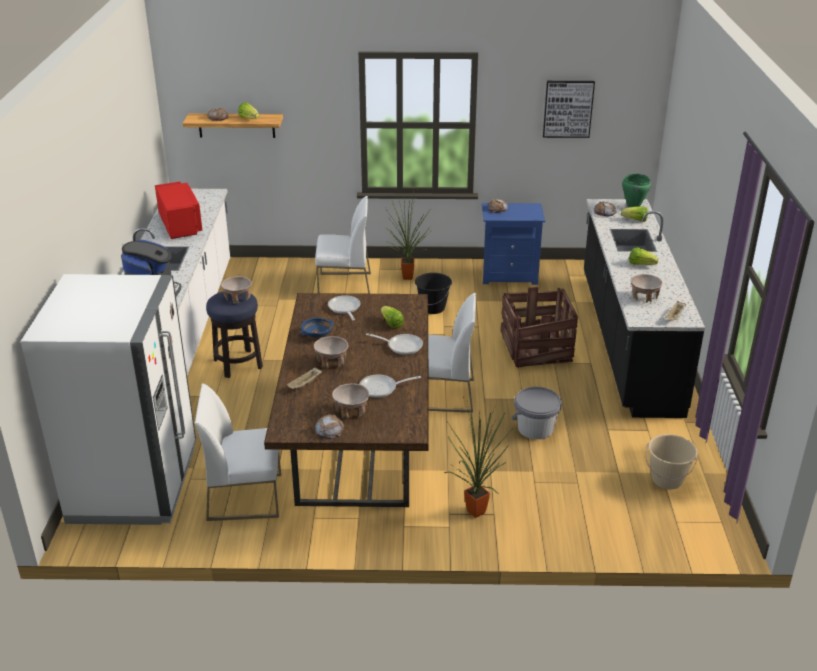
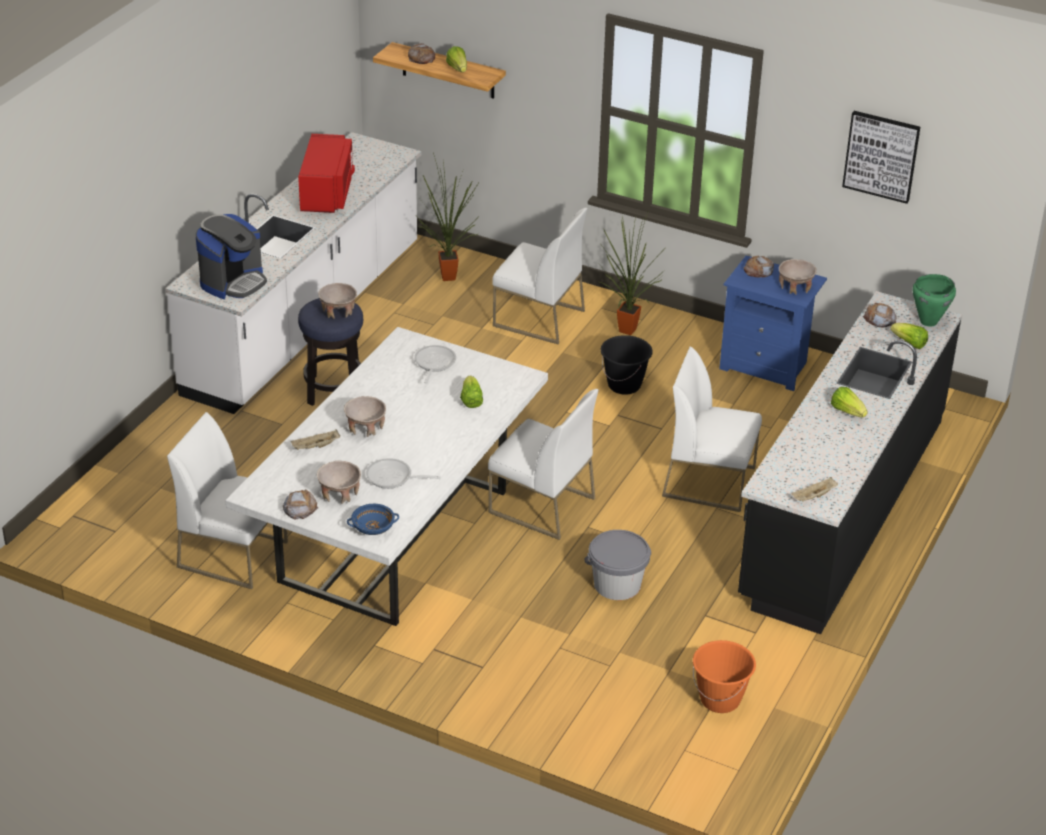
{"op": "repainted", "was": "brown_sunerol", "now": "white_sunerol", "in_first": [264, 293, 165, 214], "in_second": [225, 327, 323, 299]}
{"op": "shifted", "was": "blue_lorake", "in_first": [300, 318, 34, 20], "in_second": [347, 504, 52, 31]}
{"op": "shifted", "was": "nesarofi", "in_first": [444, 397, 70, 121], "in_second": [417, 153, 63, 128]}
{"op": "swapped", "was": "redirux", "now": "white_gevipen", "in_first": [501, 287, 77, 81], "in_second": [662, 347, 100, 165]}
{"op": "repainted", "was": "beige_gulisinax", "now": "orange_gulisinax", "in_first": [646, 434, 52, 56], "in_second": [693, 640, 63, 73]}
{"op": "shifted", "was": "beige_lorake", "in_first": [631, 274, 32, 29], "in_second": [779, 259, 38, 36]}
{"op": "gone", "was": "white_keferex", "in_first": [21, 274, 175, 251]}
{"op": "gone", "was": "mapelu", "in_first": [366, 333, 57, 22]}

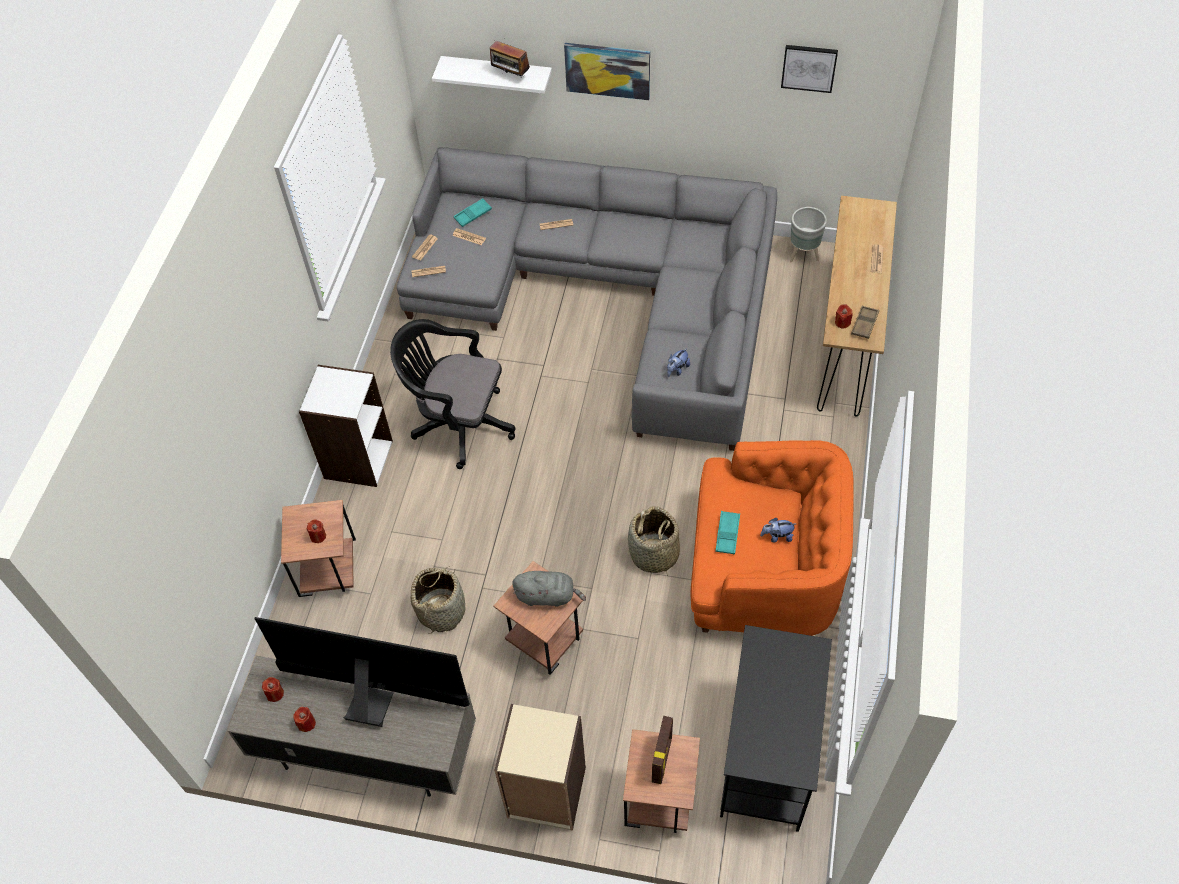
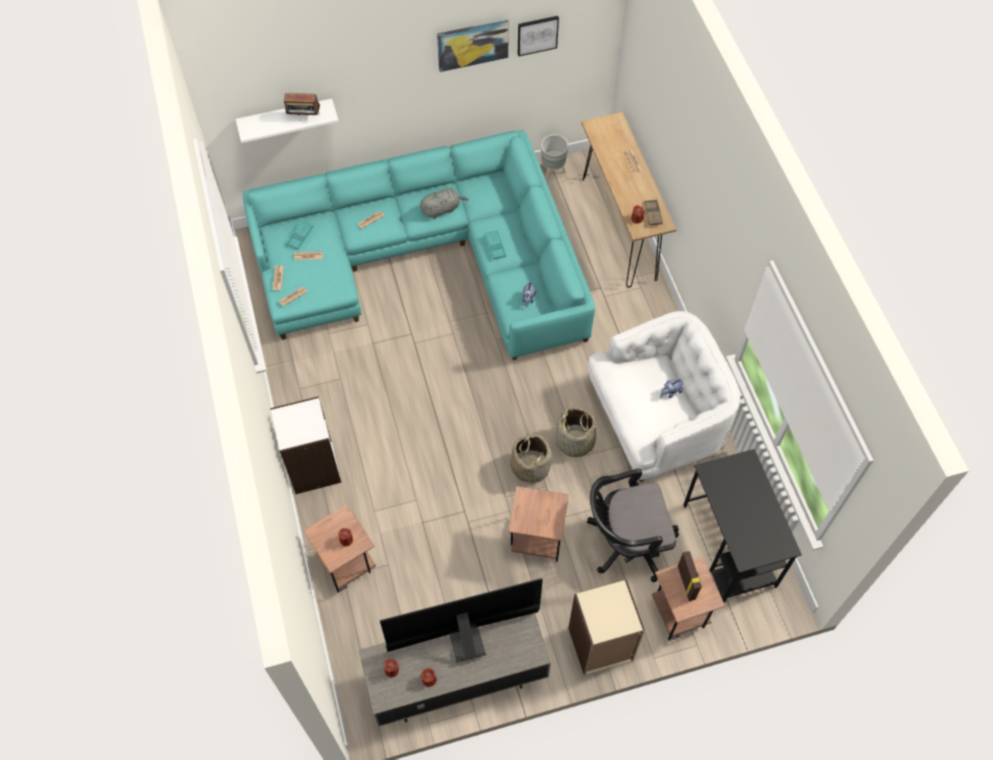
{"op": "repainted", "was": "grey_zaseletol", "now": "turquoise_zaseletol", "in_first": [397, 148, 380, 303], "in_second": [242, 130, 353, 230]}
{"op": "shifted", "was": "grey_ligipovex", "in_first": [512, 571, 74, 36], "in_second": [420, 188, 49, 31]}
{"op": "shifted", "was": "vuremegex", "in_first": [564, 43, 86, 57], "in_second": [437, 19, 72, 53]}
{"op": "shifted", "was": "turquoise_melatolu", "in_first": [715, 511, 25, 43], "in_second": [484, 230, 22, 30]}
{"op": "shifted", "was": "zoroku", "in_first": [411, 566, 54, 68], "in_second": [510, 431, 42, 54]}
{"op": "shifted", "was": "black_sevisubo", "in_first": [390, 319, 125, 150], "in_second": [587, 469, 92, 113]}
{"op": "repainted", "was": "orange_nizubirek", "now": "white_nizubirek", "in_first": [691, 440, 163, 196], "in_second": [588, 311, 153, 171]}

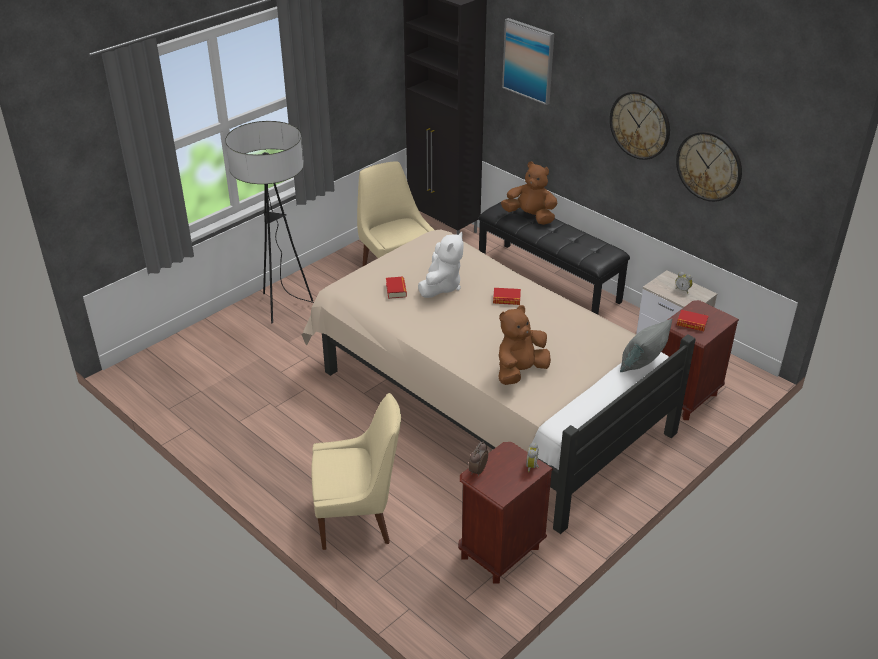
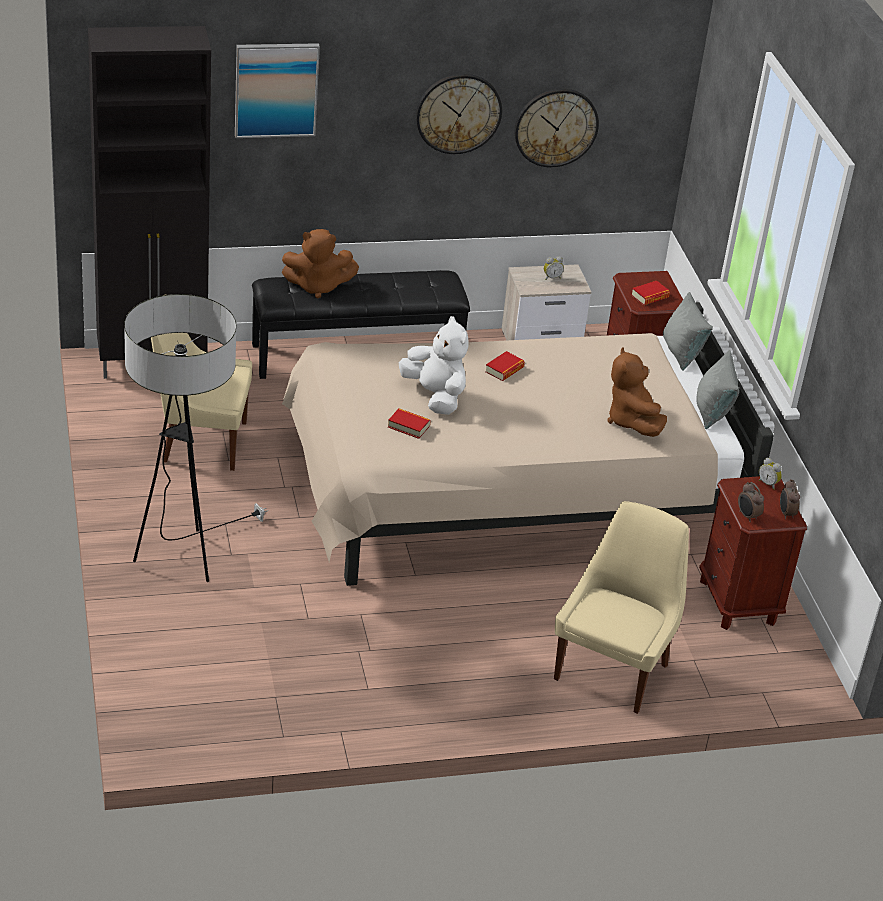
{"op": "rotated", "was": "brown_ligipovex", "in_first": [501, 162, 57, 63], "in_second": [282, 229, 77, 70], "clockwise": -150}
{"op": "new", "now": "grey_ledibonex", "in_second": [696, 350, 43, 79]}
{"op": "new", "now": "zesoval", "in_second": [780, 479, 20, 40]}

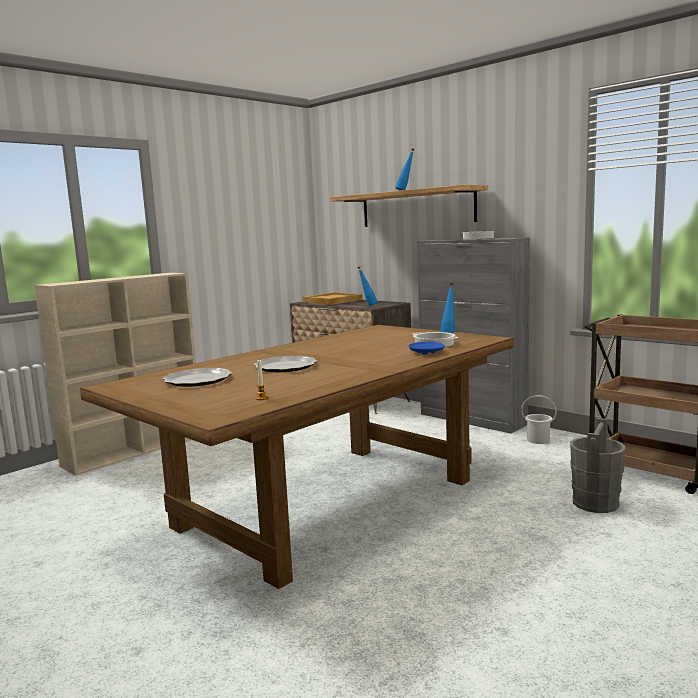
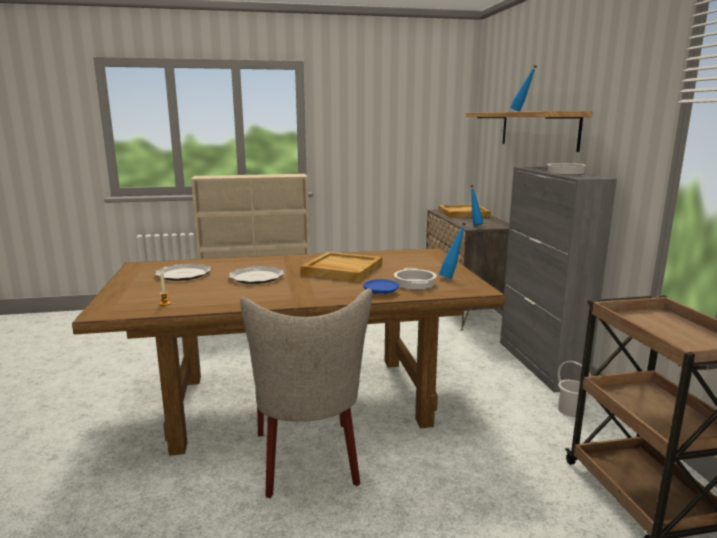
{"op": "new", "now": "beige_gevipen", "in_second": [240, 289, 132, 209]}
{"op": "new", "now": "beige_melatolu", "in_second": [300, 252, 82, 30]}
{"op": "gone", "was": "grey_gulisinax", "in_first": [570, 418, 56, 95]}

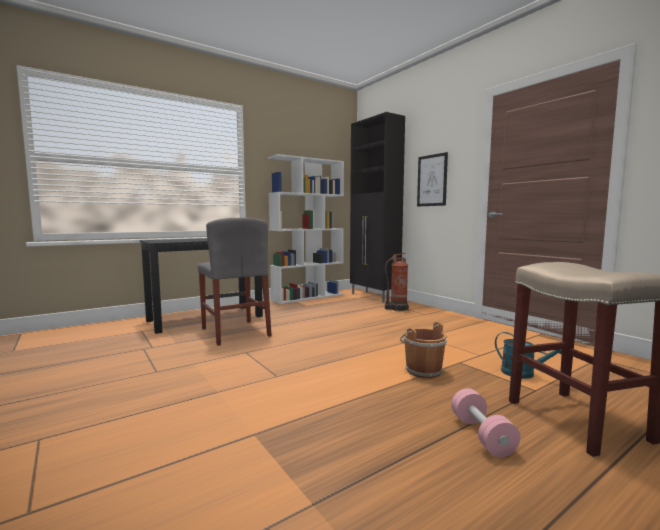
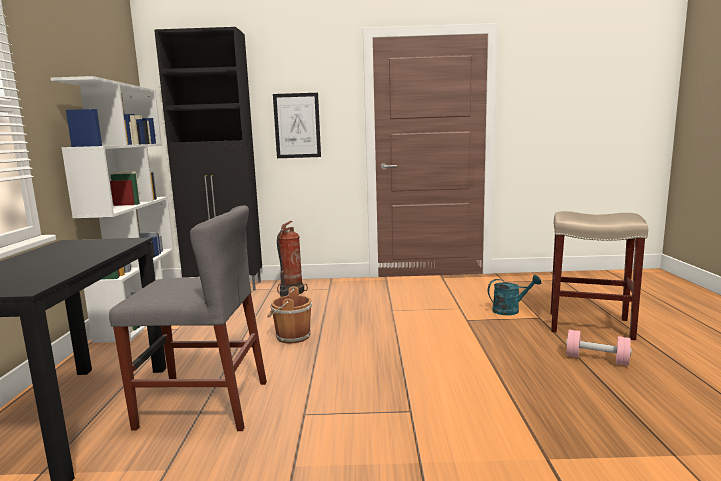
{"op": "shifted", "was": "brown_gulisinax", "in_first": [400, 322, 47, 56], "in_second": [267, 287, 45, 57]}

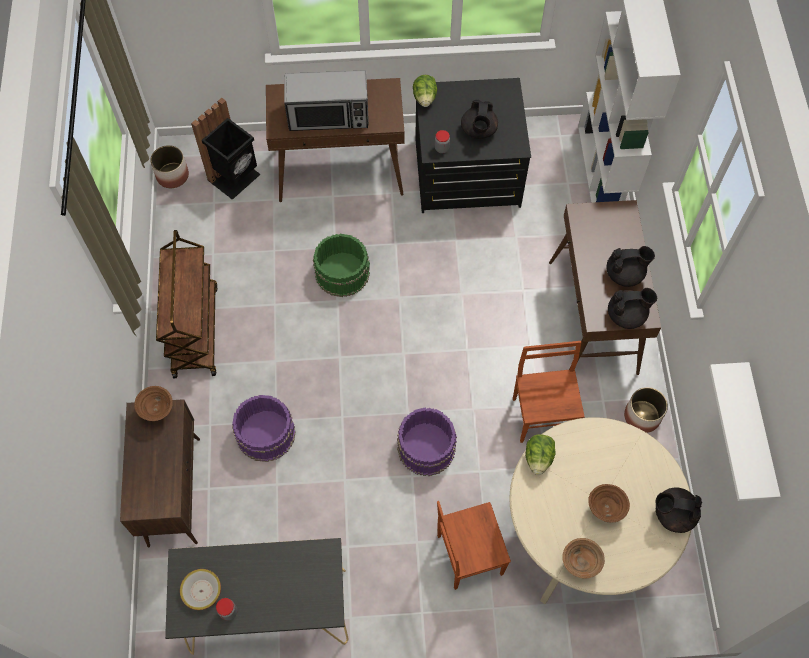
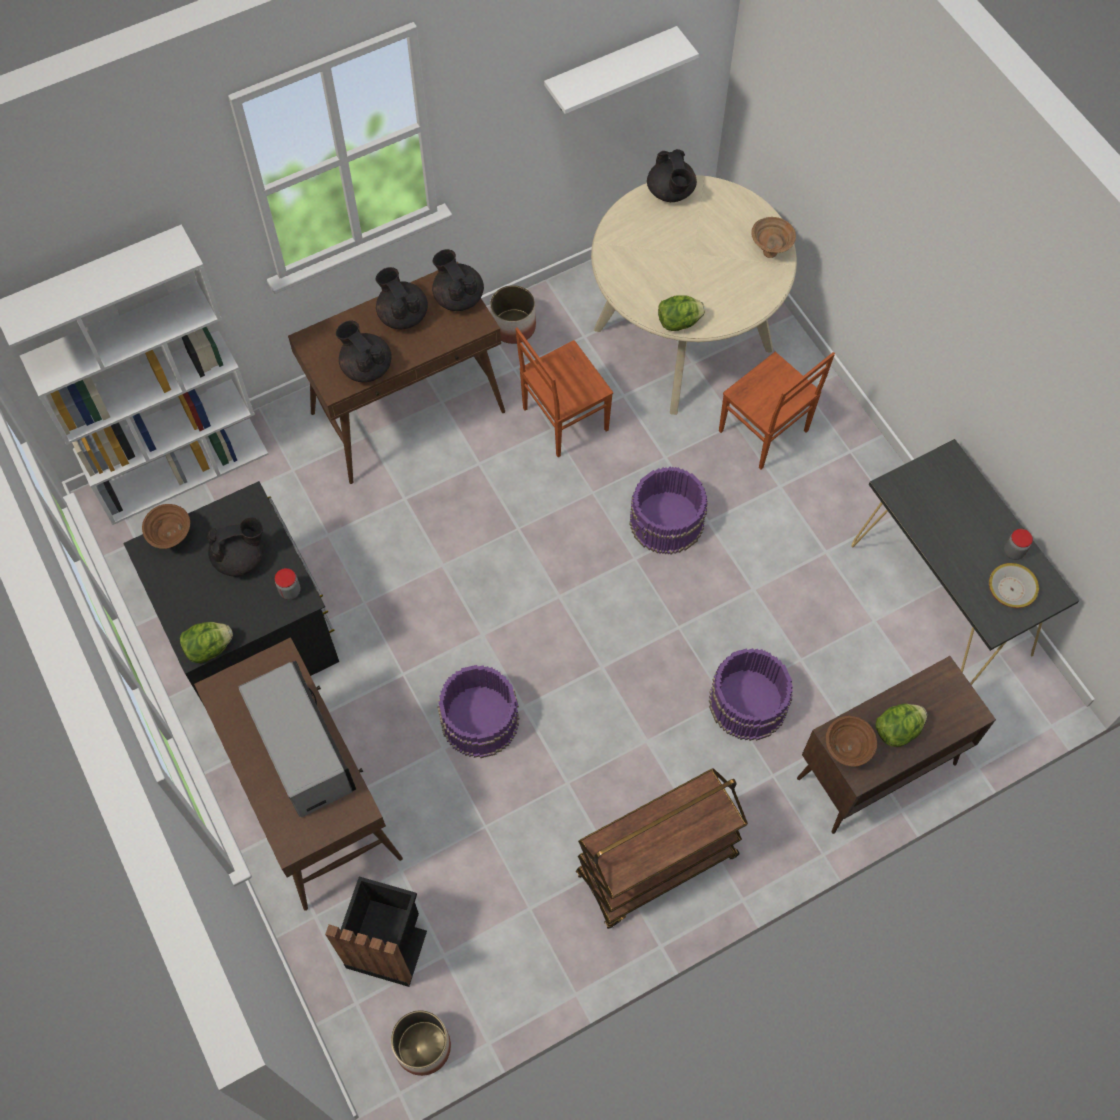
{"op": "shifted", "was": "brown_lorake", "in_first": [588, 484, 42, 39], "in_second": [142, 504, 48, 45]}
{"op": "new", "now": "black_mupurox", "in_second": [336, 320, 56, 62]}
{"op": "repainted", "was": "green_gulisinax", "now": "purple_gulisinax", "in_first": [313, 234, 57, 63], "in_second": [437, 665, 82, 93]}
{"op": "new", "now": "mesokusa", "in_second": [875, 704, 52, 43]}

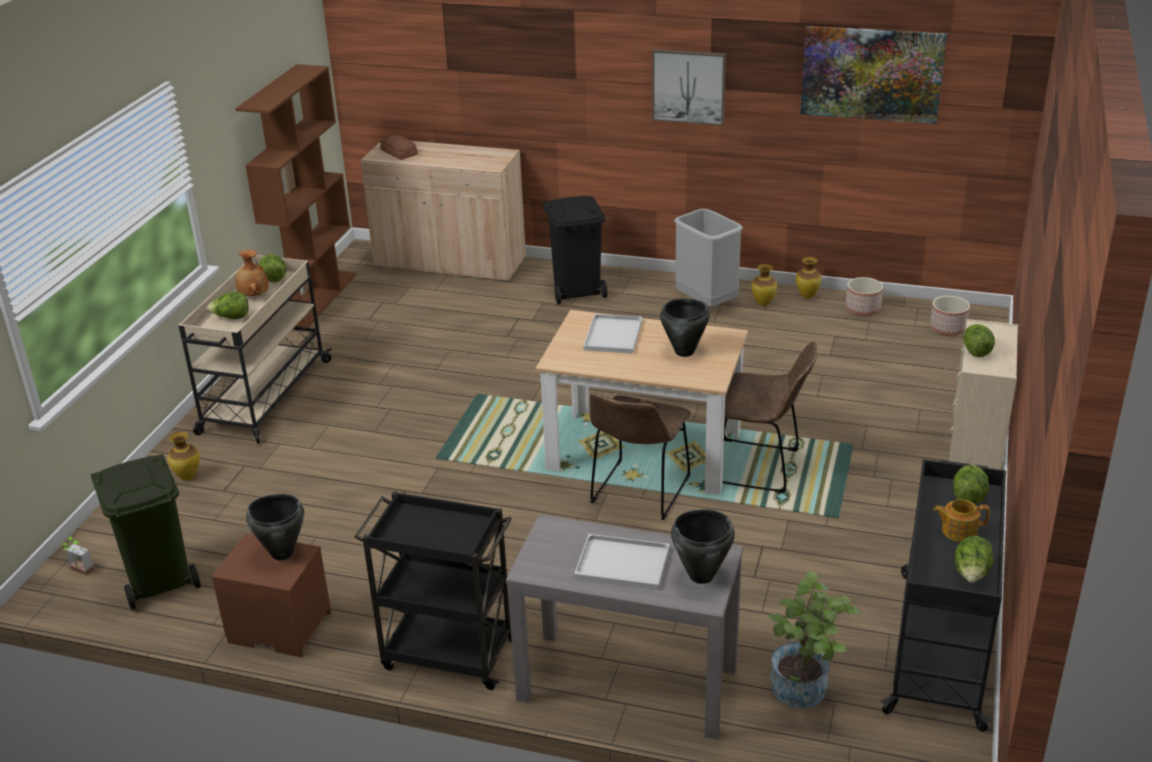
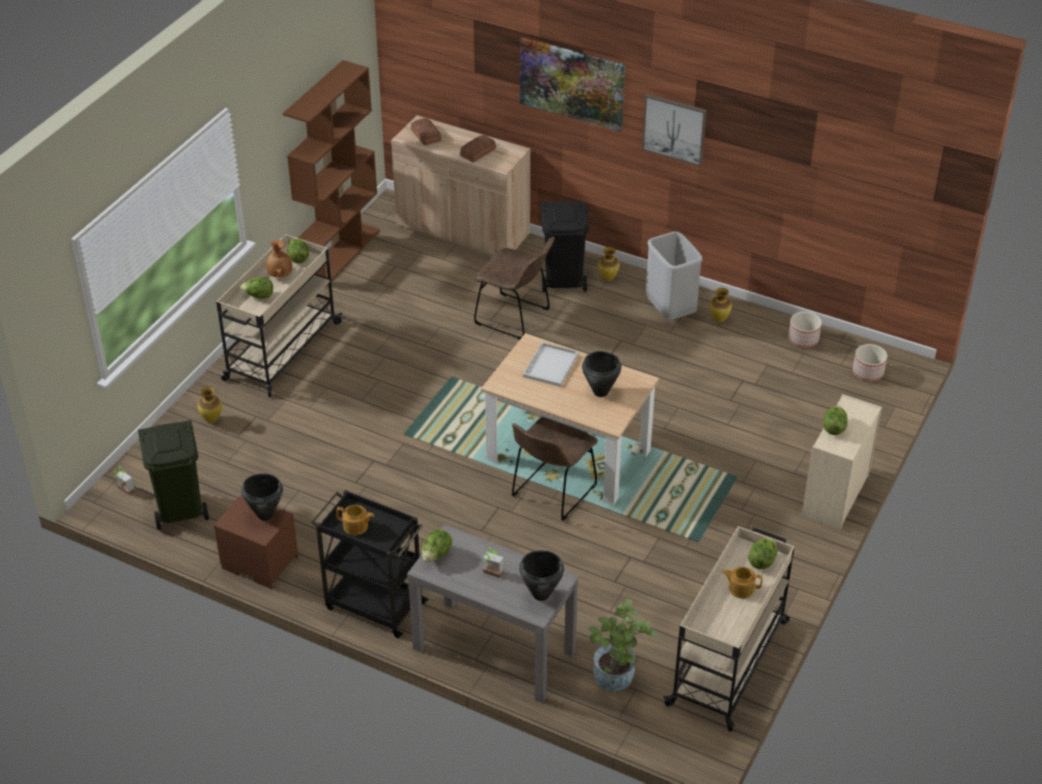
{"op": "new", "now": "mupurox", "in_second": [336, 505, 38, 30]}
{"op": "shifted", "was": "mesokusa", "in_first": [955, 536, 39, 47], "in_second": [422, 529, 30, 33]}
{"op": "new", "now": "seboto", "in_second": [460, 135, 36, 28]}
{"op": "shifted", "was": "brown_gevipen", "in_first": [722, 342, 95, 151], "in_second": [474, 237, 81, 102]}
{"op": "swapped", "was": "white_melatolu", "now": "nesarofi", "in_first": [574, 534, 96, 56], "in_second": [483, 547, 21, 31]}
{"op": "shifted", "was": "vuremegex", "in_first": [801, 26, 146, 98], "in_second": [520, 37, 105, 95]}
{"op": "shifted", "was": "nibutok", "in_first": [796, 257, 25, 42], "in_second": [598, 247, 22, 34]}
{"op": "repainted", "was": "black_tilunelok", "now": "beige_tilunelok", "in_first": [881, 459, 125, 273], "in_second": [663, 526, 132, 205]}

